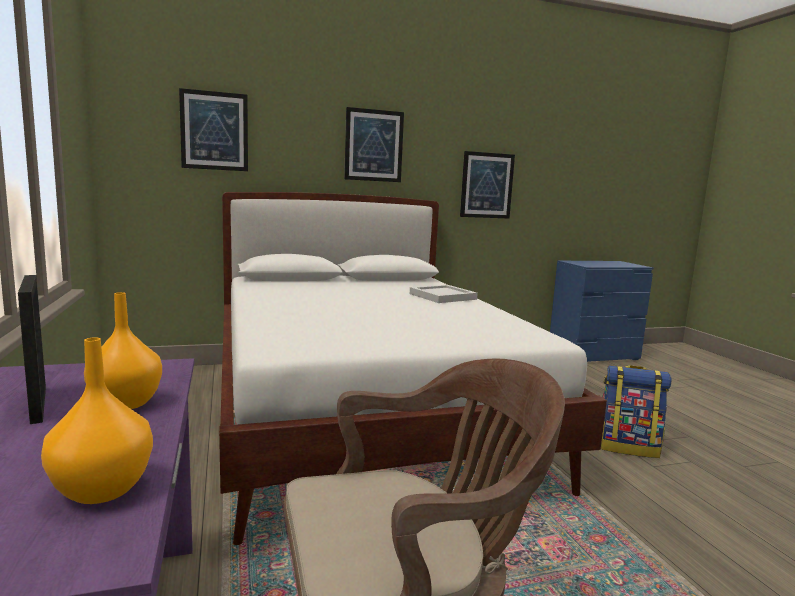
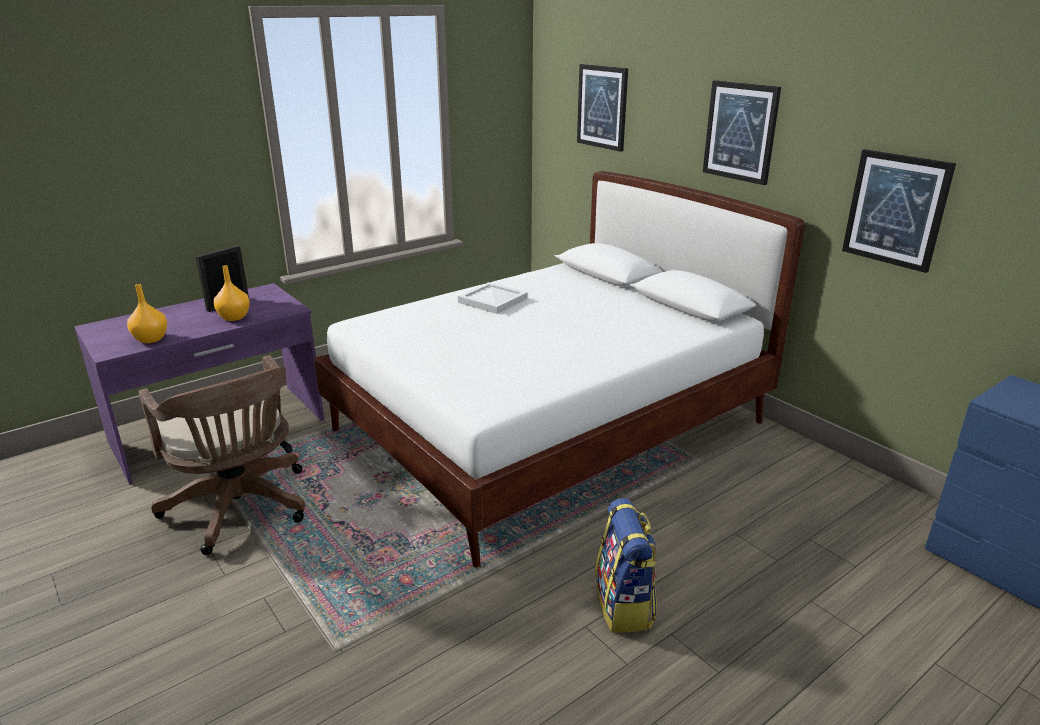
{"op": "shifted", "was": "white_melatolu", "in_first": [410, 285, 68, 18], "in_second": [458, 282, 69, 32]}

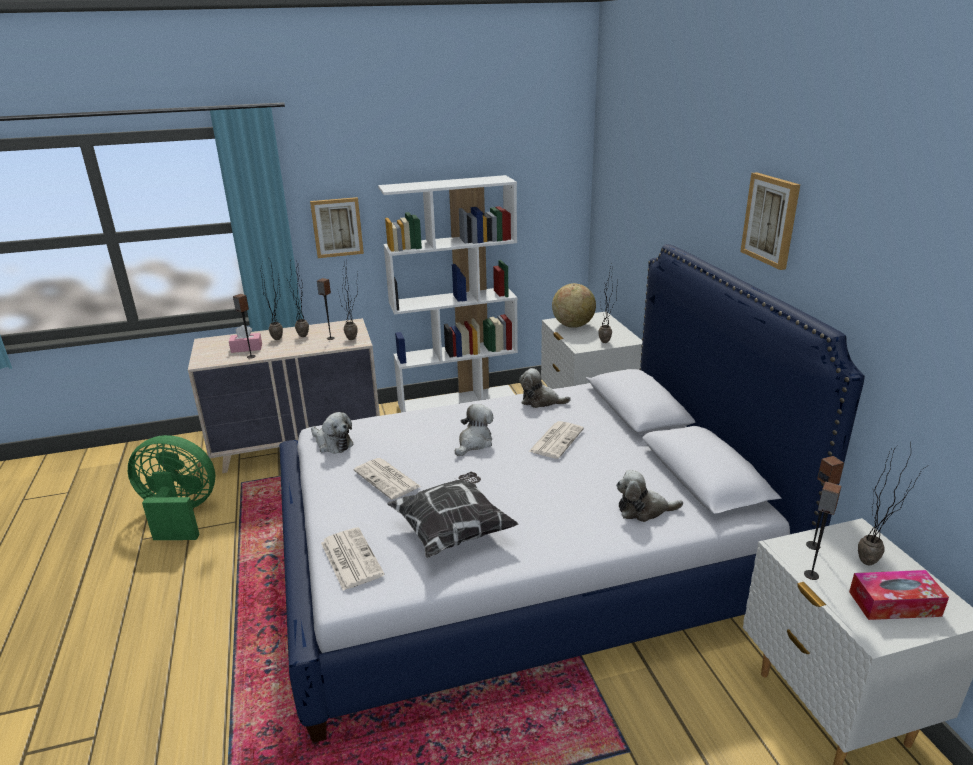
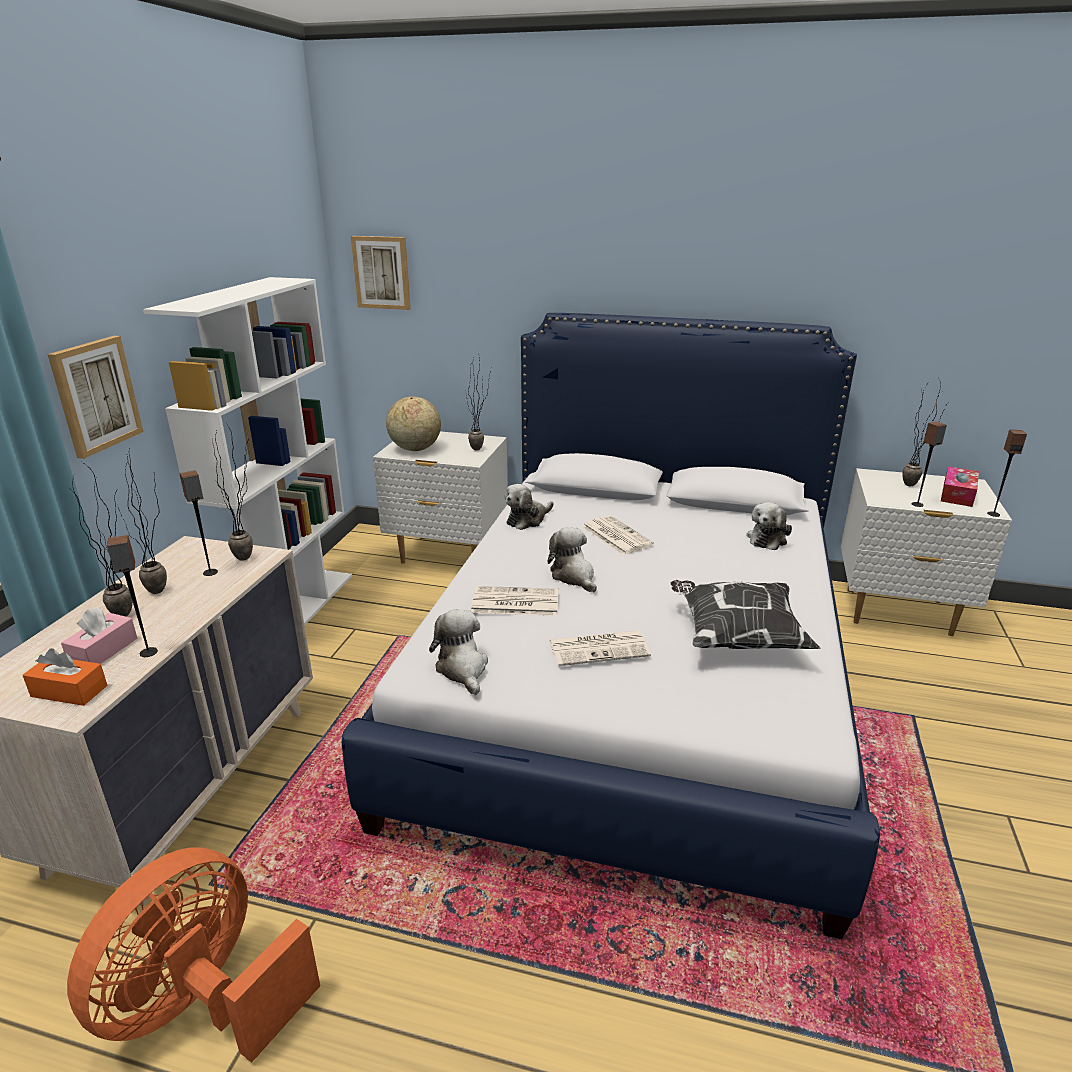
{"op": "new", "now": "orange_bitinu", "in_second": [23, 648, 85, 58]}
{"op": "repainted", "was": "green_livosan", "now": "orange_livosan", "in_first": [128, 435, 88, 105], "in_second": [67, 847, 253, 216]}
{"op": "shifted", "was": "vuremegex", "in_first": [740, 172, 60, 98], "in_second": [351, 236, 60, 74]}
{"op": "rotated", "was": "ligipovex", "in_first": [311, 412, 43, 42], "in_second": [429, 609, 59, 86], "clockwise": -90}
{"op": "shifted", "was": "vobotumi", "in_first": [321, 527, 63, 64], "in_second": [471, 586, 88, 30]}
{"op": "shifted", "was": "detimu", "in_first": [806, 456, 38, 94], "in_second": [987, 429, 40, 88]}

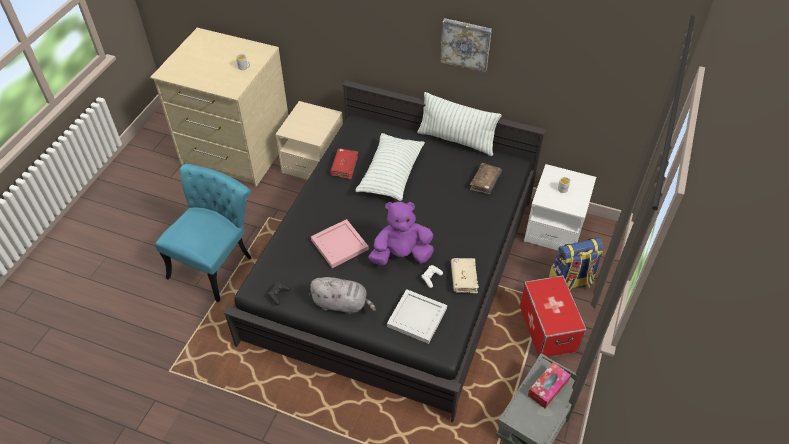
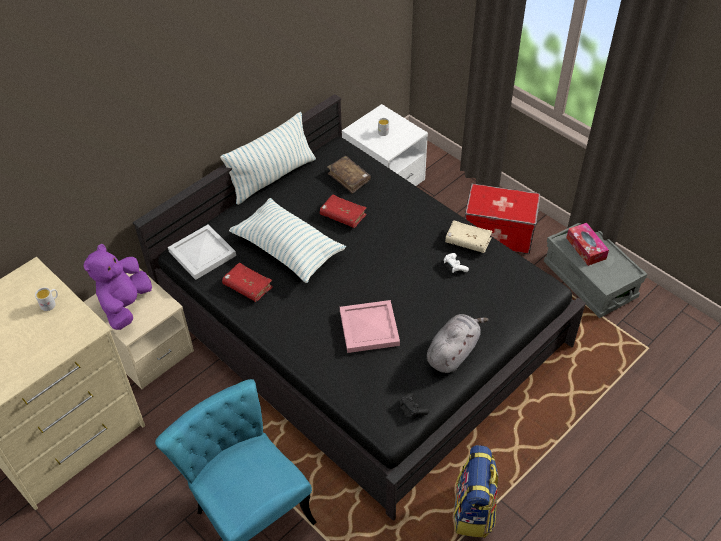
{"op": "shifted", "was": "purple_ligipovex", "in_first": [368, 202, 66, 64], "in_second": [84, 244, 68, 86]}
{"op": "shifted", "was": "white_melatolu", "in_first": [387, 289, 60, 55], "in_second": [168, 224, 68, 56]}
{"op": "new", "now": "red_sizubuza", "in_second": [320, 194, 47, 34]}
{"op": "shifted", "was": "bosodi", "in_first": [549, 238, 54, 52], "in_second": [454, 445, 44, 93]}
{"op": "gone", "was": "vuremegex", "in_first": [440, 18, 52, 55]}

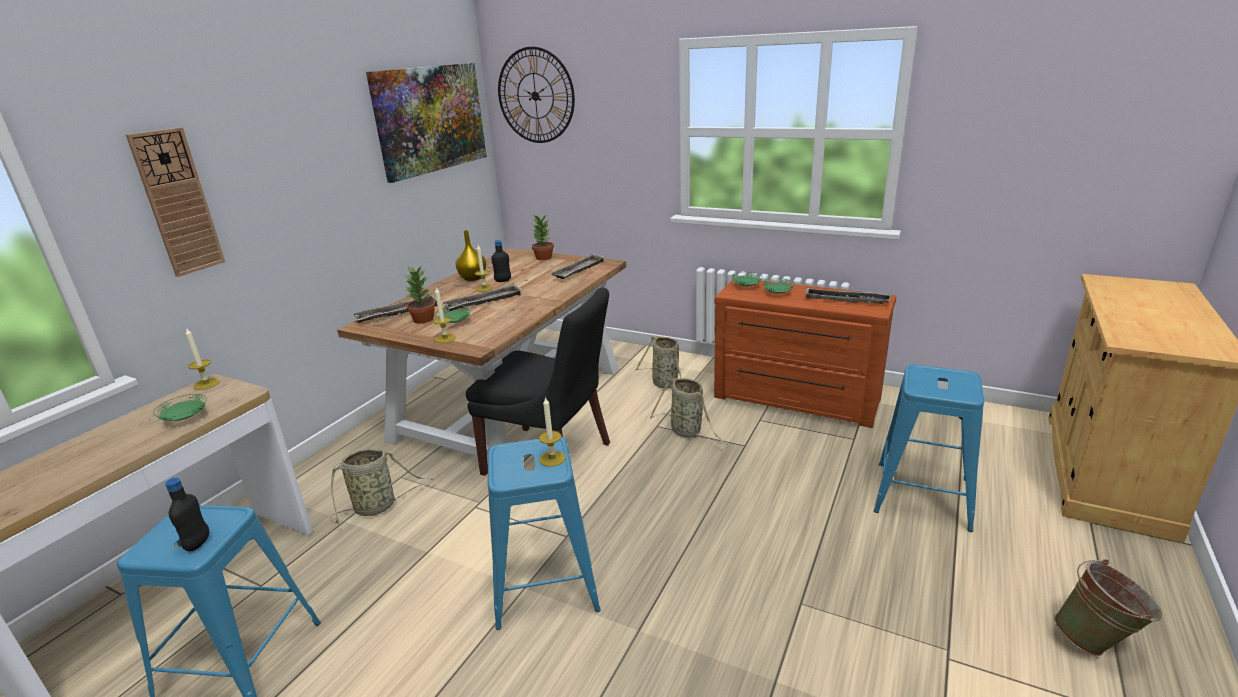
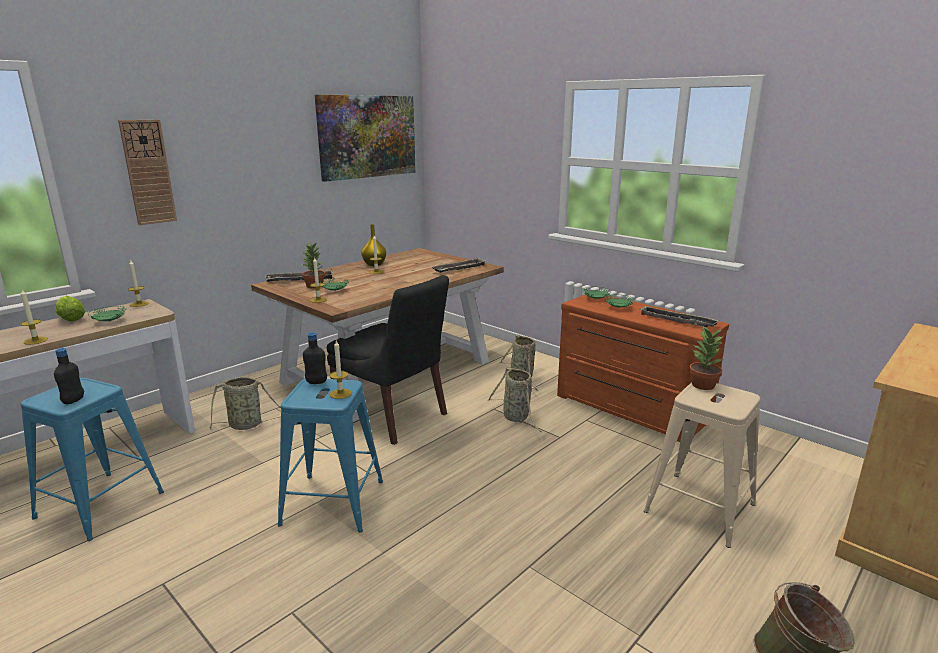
{"op": "new", "now": "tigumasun", "in_second": [20, 290, 28, 55]}
{"op": "new", "now": "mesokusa", "in_second": [55, 296, 30, 26]}
{"op": "shifted", "was": "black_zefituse", "in_first": [491, 240, 20, 42], "in_second": [303, 332, 24, 52]}
{"op": "repainted", "was": "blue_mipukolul", "now": "beige_mipukolul", "in_first": [874, 365, 110, 167], "in_second": [644, 382, 116, 166]}
{"op": "shifted", "was": "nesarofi", "in_first": [532, 215, 22, 45], "in_second": [689, 326, 35, 64]}
{"op": "gone", "was": "melatolu", "in_first": [441, 284, 81, 27]}
{"op": "gone", "was": "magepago", "in_first": [498, 47, 77, 96]}

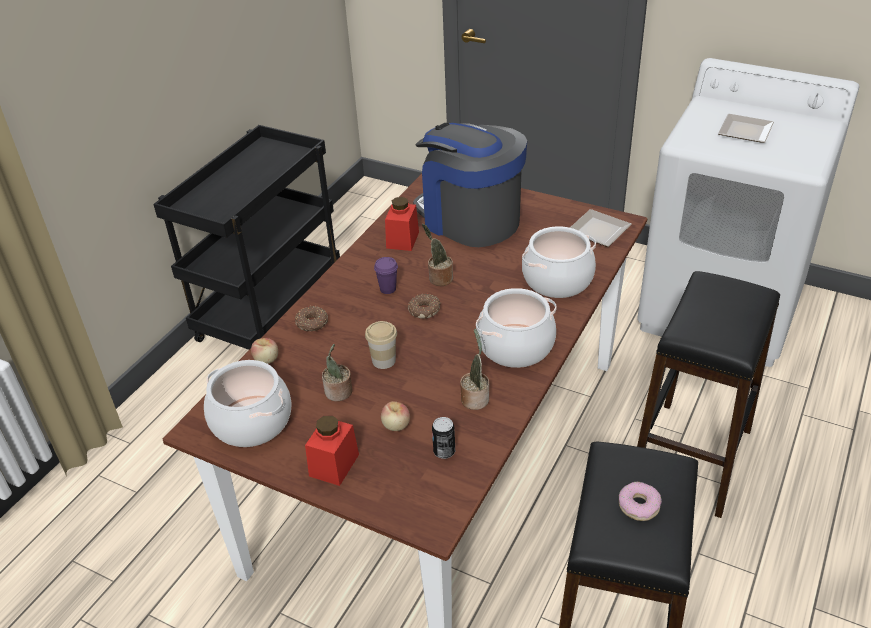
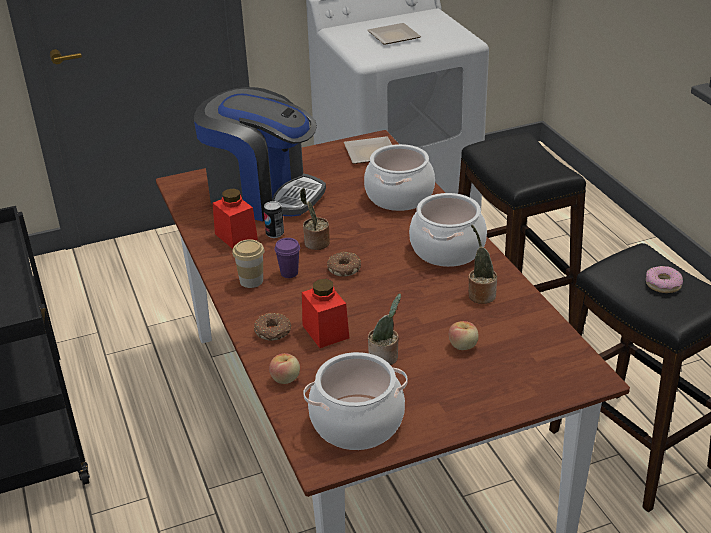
{"op": "rotated", "was": "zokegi", "in_first": [413, 123, 114, 124], "in_second": [194, 87, 132, 134], "clockwise": -150}
{"op": "shifted", "was": "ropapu", "in_first": [365, 321, 32, 48], "in_second": [232, 239, 32, 49]}
{"op": "shifted", "was": "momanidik", "in_first": [432, 417, 23, 42], "in_second": [263, 201, 21, 37]}
{"op": "shifted", "was": "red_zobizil", "in_first": [305, 415, 54, 71], "in_second": [302, 279, 47, 69]}

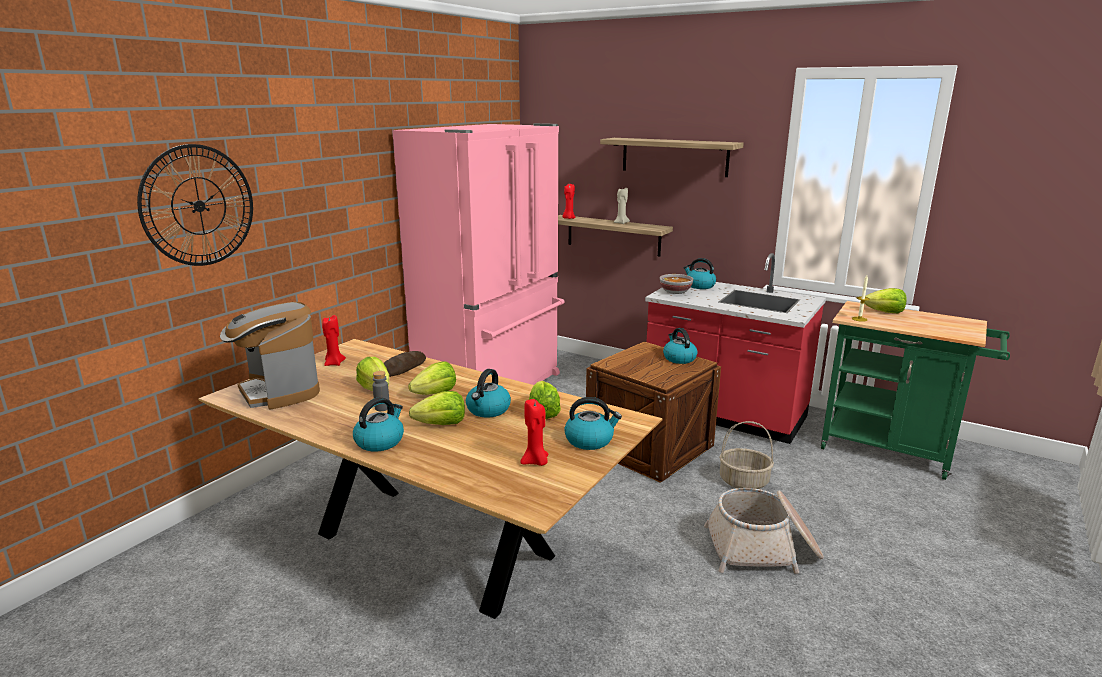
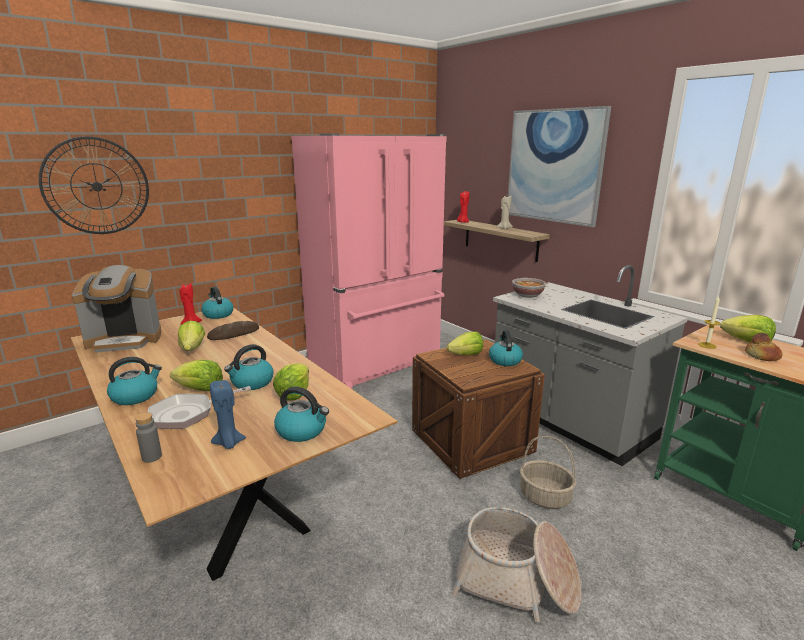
{"op": "rotated", "was": "zokegi", "in_first": [220, 302, 100, 108], "in_second": [72, 265, 89, 88], "clockwise": -90}
{"op": "shifted", "was": "grey_zefituse", "in_first": [372, 371, 17, 40], "in_second": [135, 412, 27, 51]}
{"op": "new", "now": "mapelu", "in_second": [148, 386, 103, 43]}
{"op": "shifted", "was": "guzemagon", "in_first": [684, 258, 32, 31], "in_second": [201, 287, 33, 32]}
{"op": "repainted", "was": "red_tigumasun", "now": "blue_tigumasun", "in_first": [521, 399, 27, 67], "in_second": [210, 380, 36, 69]}
{"op": "shifted", "was": "mesokusa", "in_first": [408, 361, 48, 34], "in_second": [447, 331, 36, 24]}
{"op": "repainted", "was": "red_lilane", "now": "grey_lilane", "in_first": [645, 253, 181, 191], "in_second": [493, 265, 195, 201]}
{"op": "swapped", "was": "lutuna", "now": "vuremegex", "in_first": [600, 138, 144, 39], "in_second": [508, 106, 103, 121]}
{"op": "new", "now": "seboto", "in_second": [745, 333, 37, 28]}

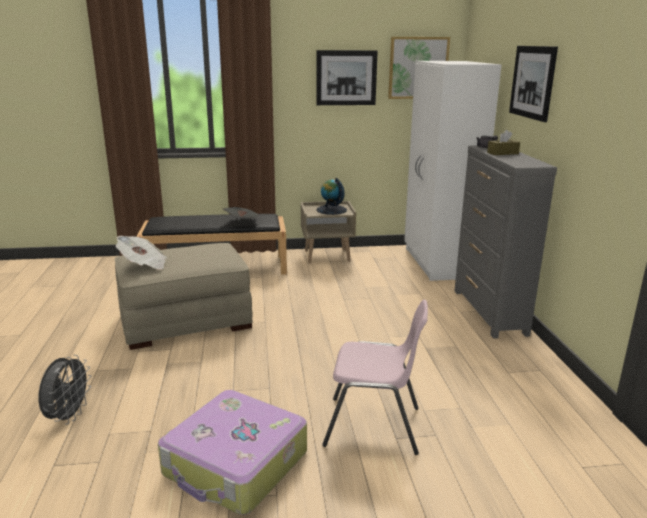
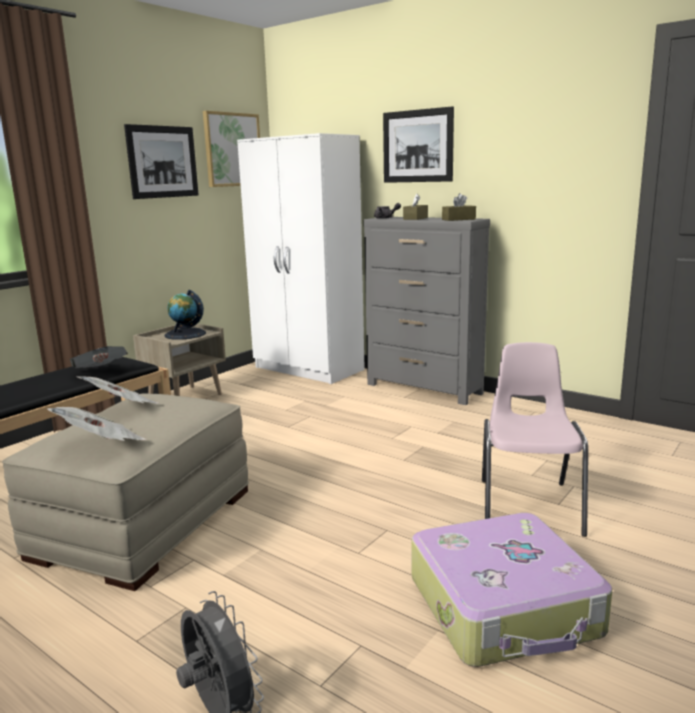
{"op": "new", "now": "vobotumi", "in_second": [77, 376, 84, 28]}
{"op": "new", "now": "brown_bitinu", "in_second": [442, 193, 34, 28]}
{"op": "rotated", "was": "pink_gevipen", "in_first": [322, 300, 106, 155], "in_second": [482, 342, 106, 195], "clockwise": -45}

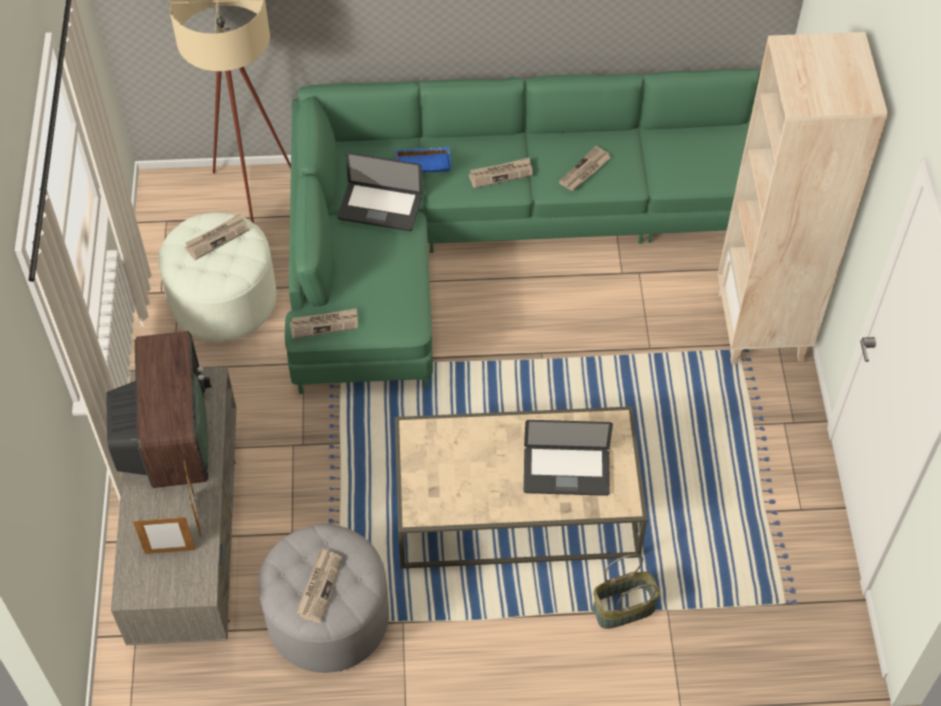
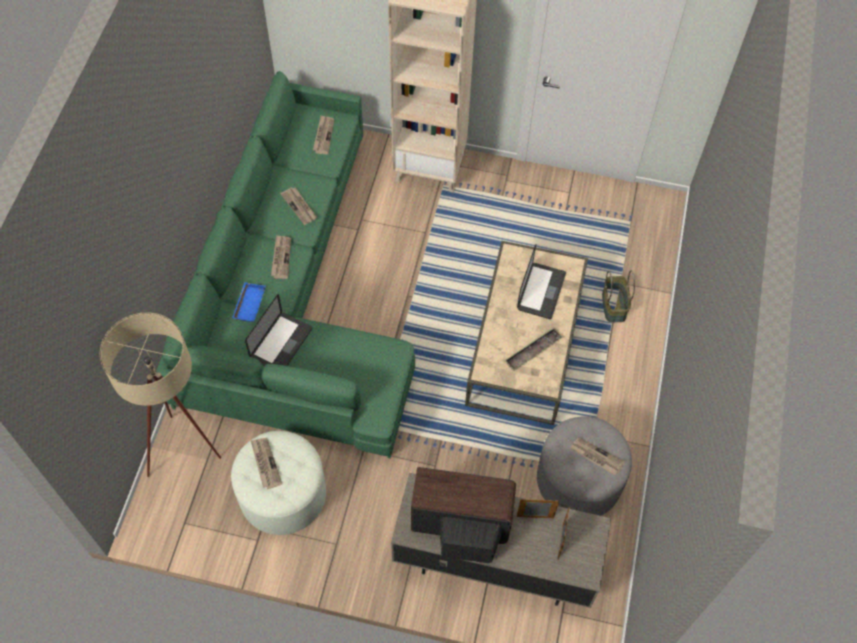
{"op": "shifted", "was": "vobotumi", "in_first": [290, 308, 68, 31], "in_second": [313, 115, 21, 39]}
{"op": "new", "now": "melatolu", "in_second": [504, 327, 58, 44]}

